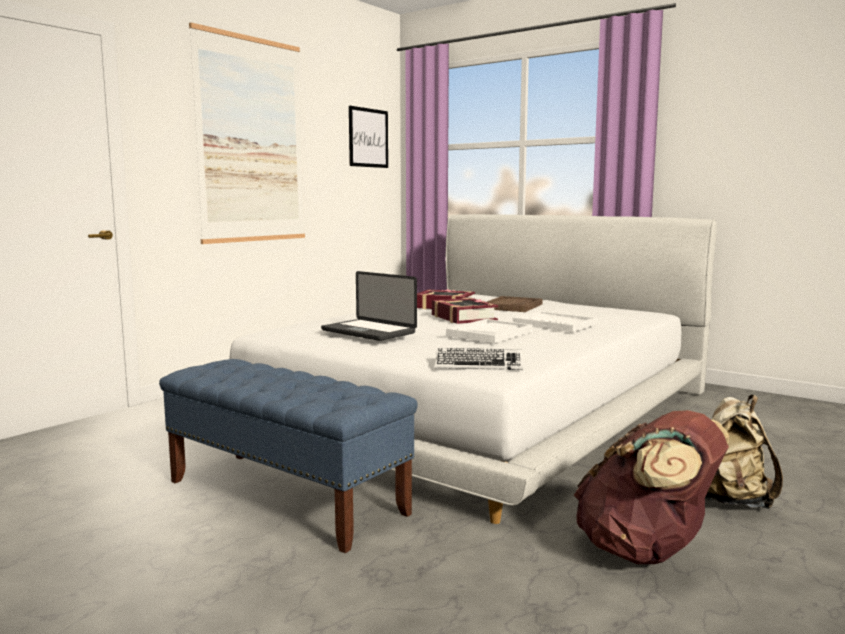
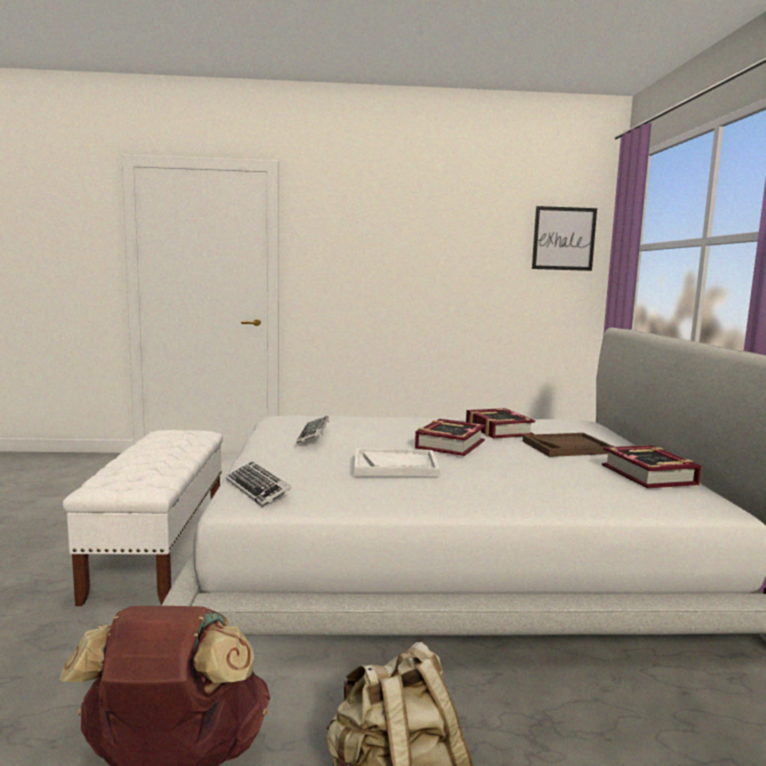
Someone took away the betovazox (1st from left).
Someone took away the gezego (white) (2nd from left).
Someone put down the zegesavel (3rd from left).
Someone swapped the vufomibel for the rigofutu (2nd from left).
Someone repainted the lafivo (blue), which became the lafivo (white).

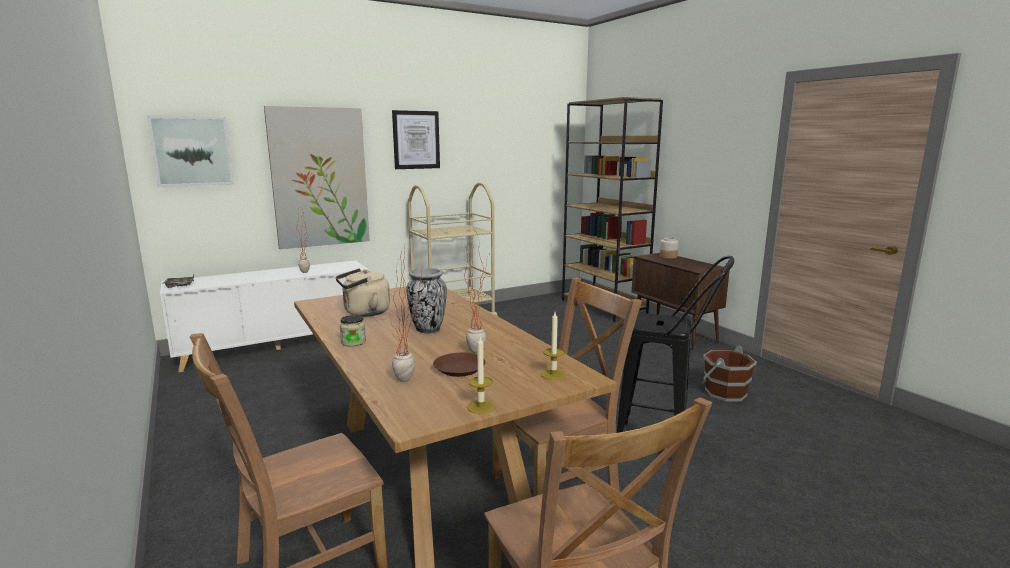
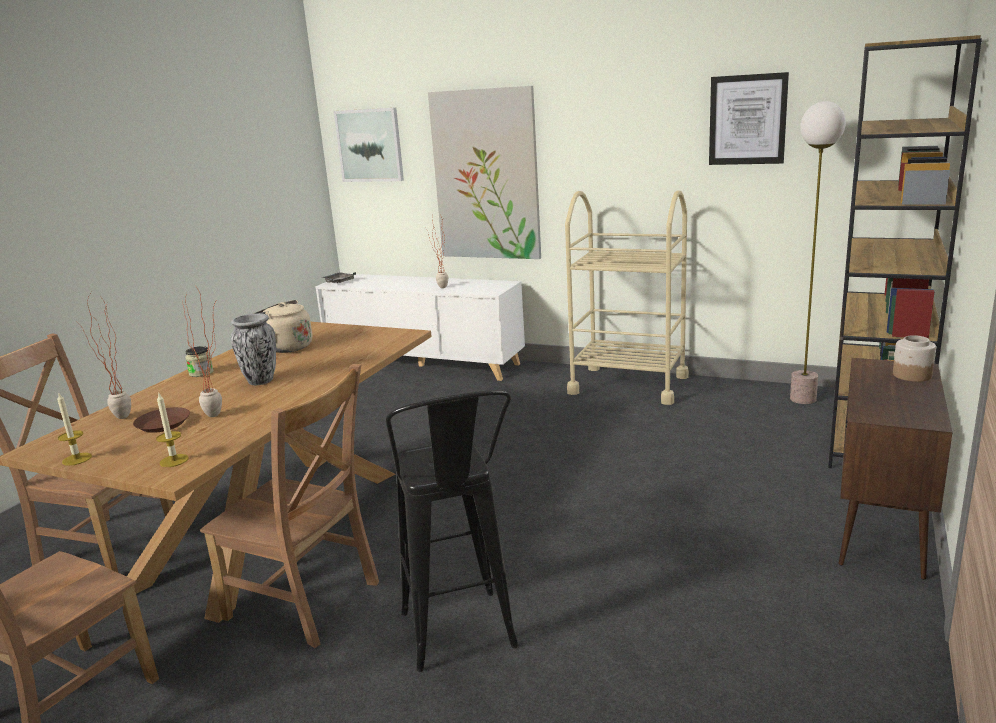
Someone took away the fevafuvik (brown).
Someone put down the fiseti.
Someone carried the betovazox (3rd from left).

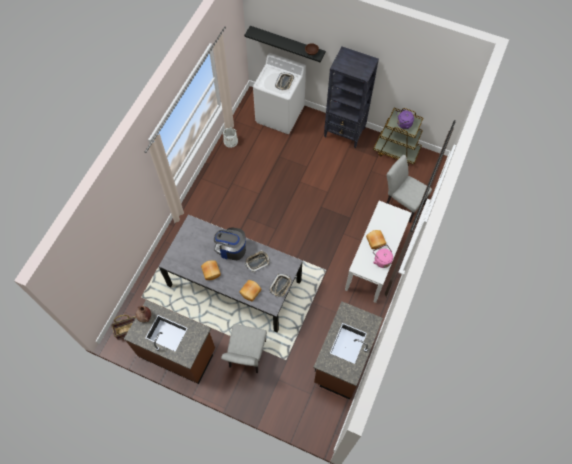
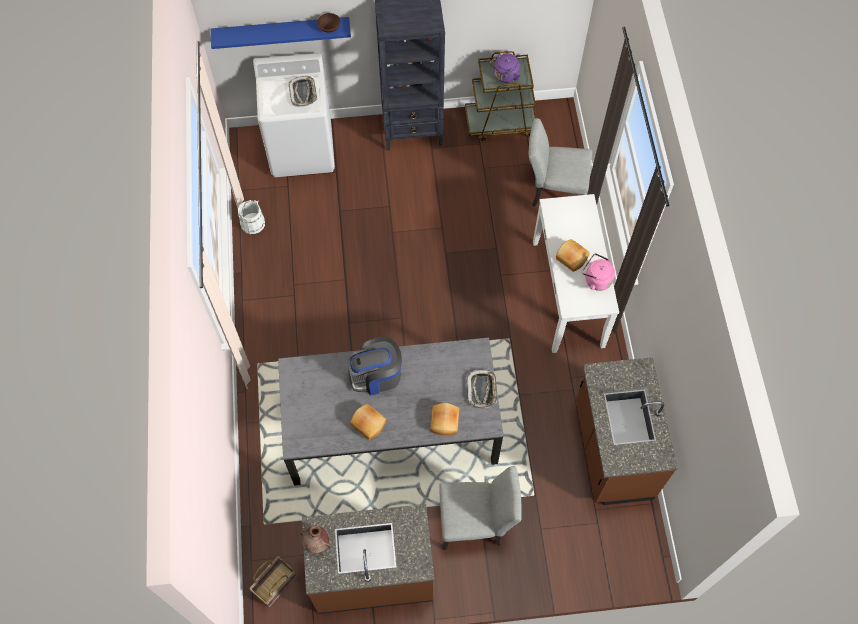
Someone took away the gezego (1st from left).
Someone repainted the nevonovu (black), which became the nevonovu (blue).
Someone rotated the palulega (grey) (1st from left) by 75 degrees counterclockwise.

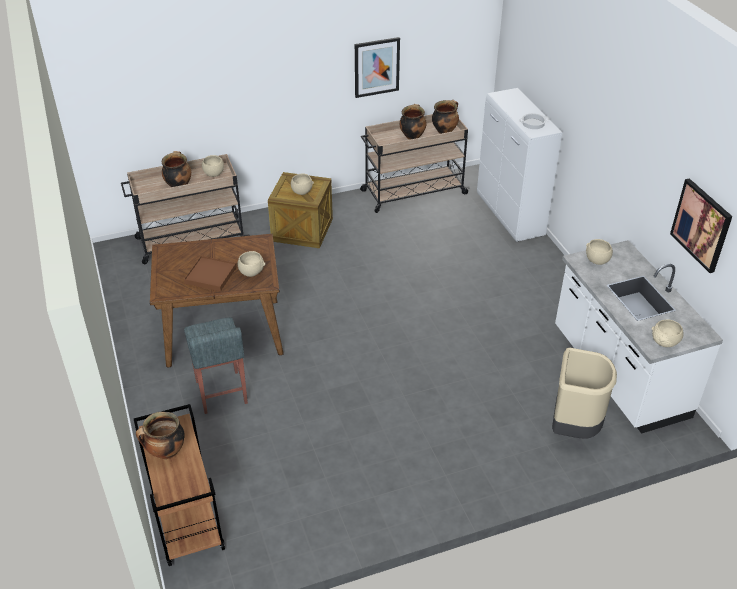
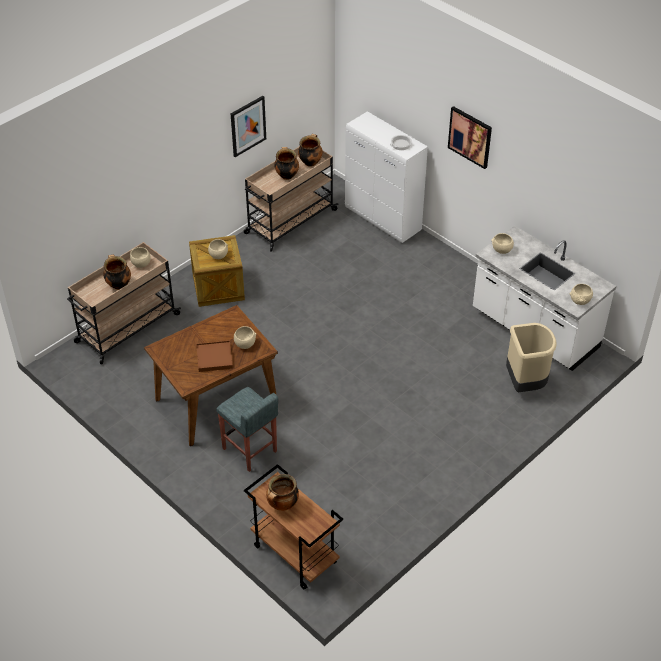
Someone carried the betovazox (2nd from left).

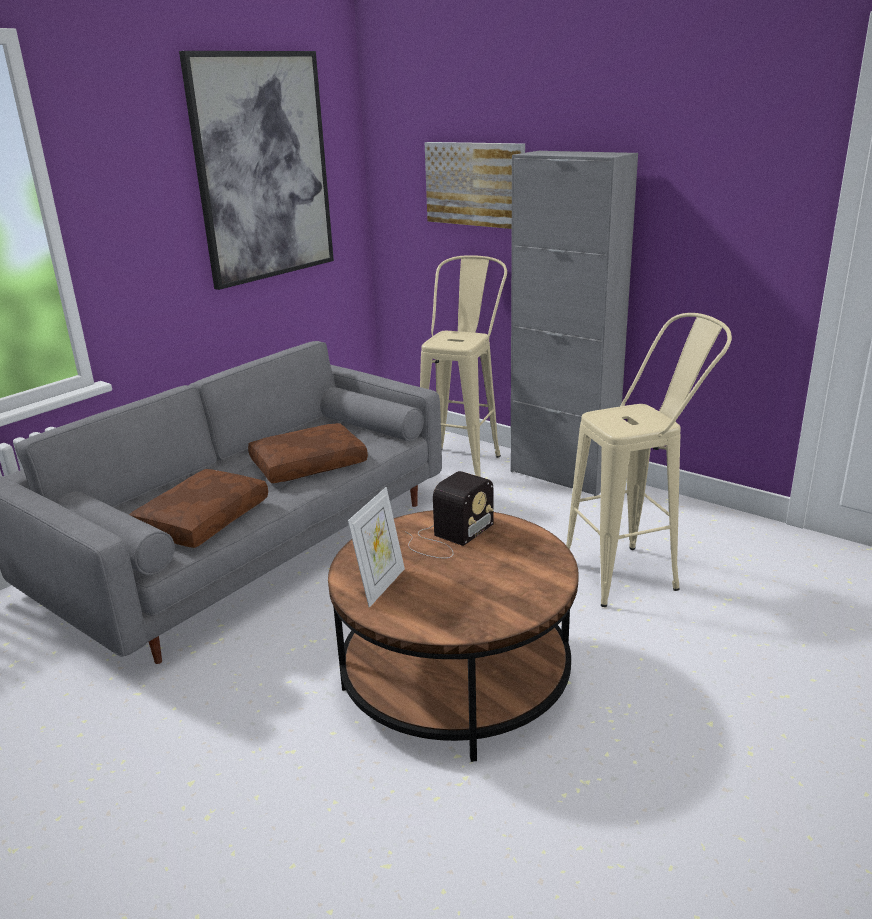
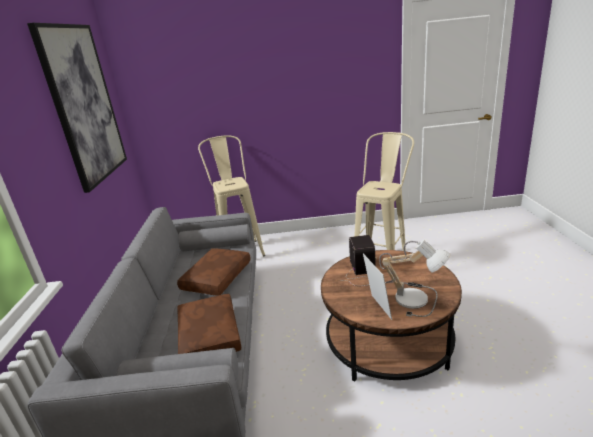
Someone took away the betovazox (2nd from left).
Someone took away the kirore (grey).
Someone put down the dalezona.

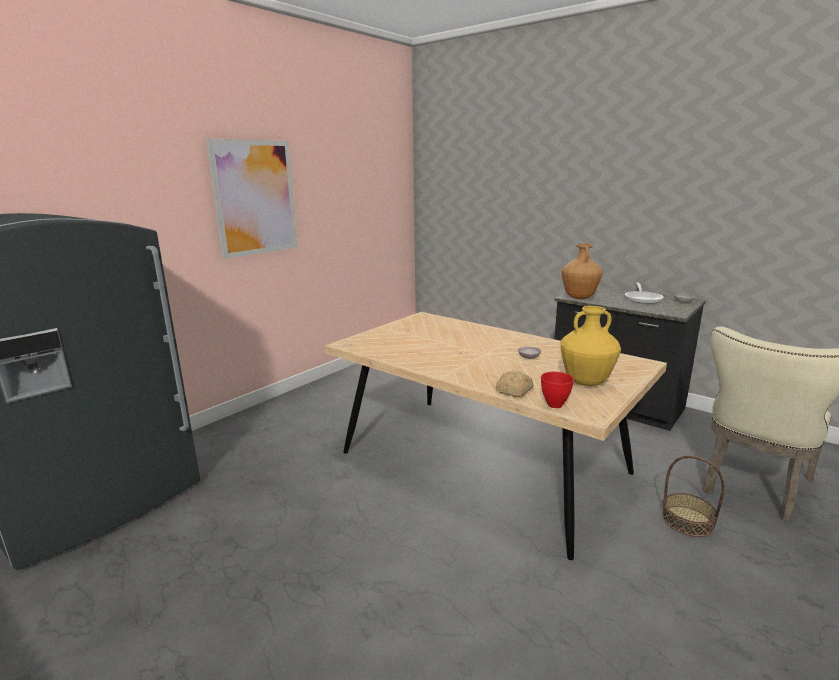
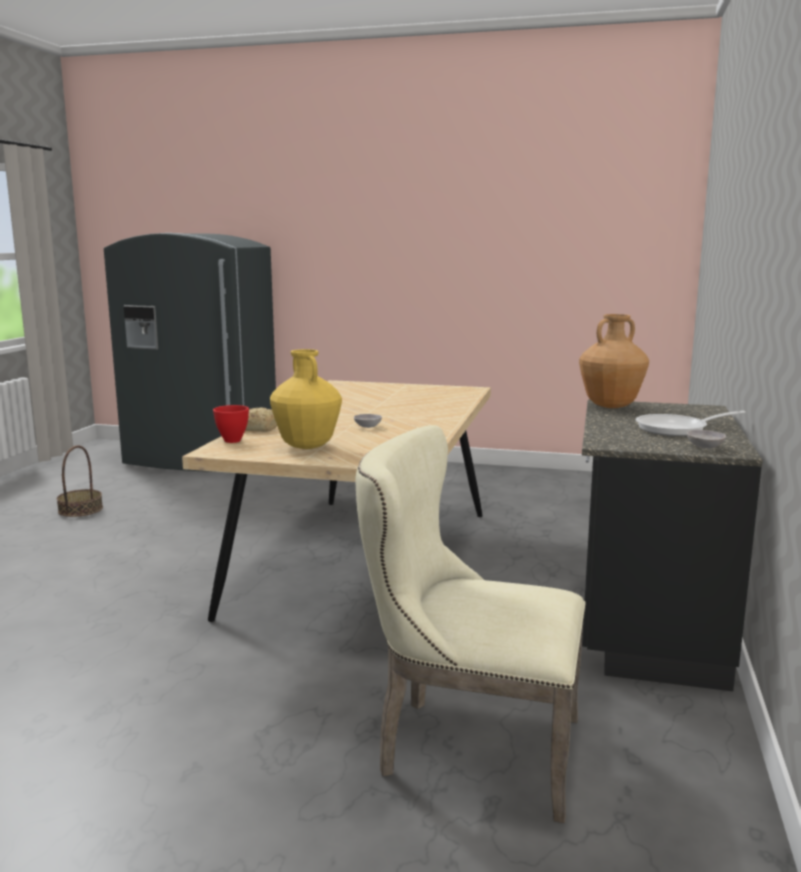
Someone took away the betovazox.
Someone carried the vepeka.

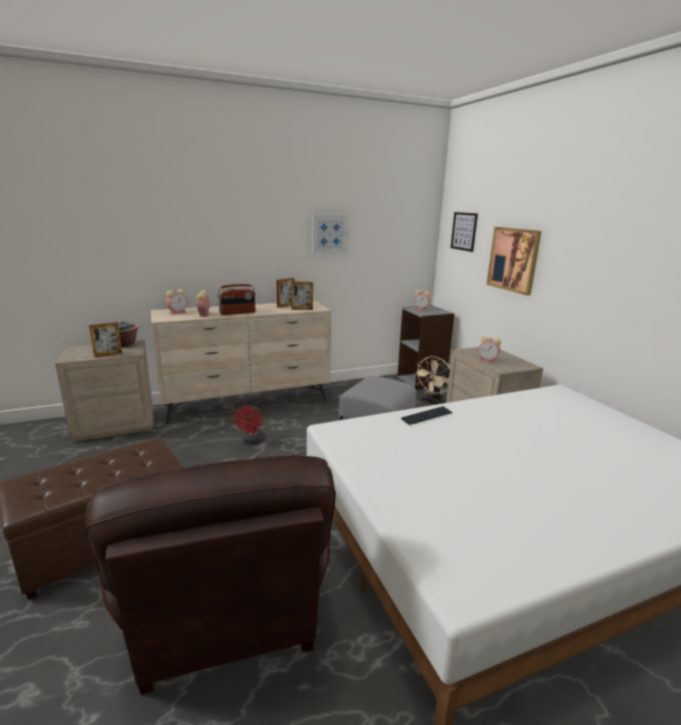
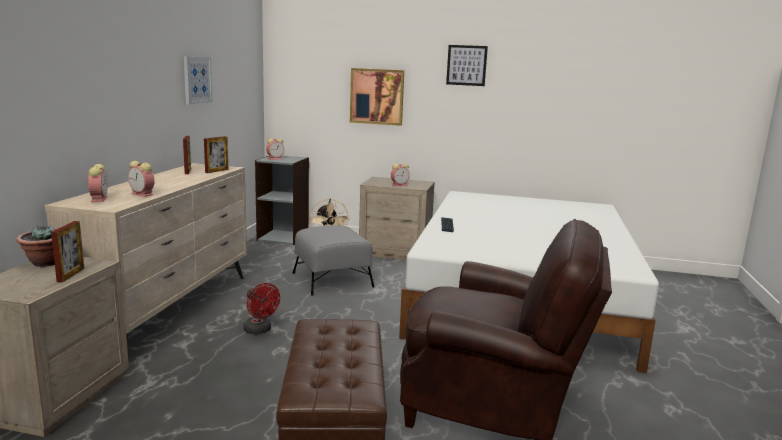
Someone took away the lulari.
Someone carried the betovazox (2nd from left in the first image).

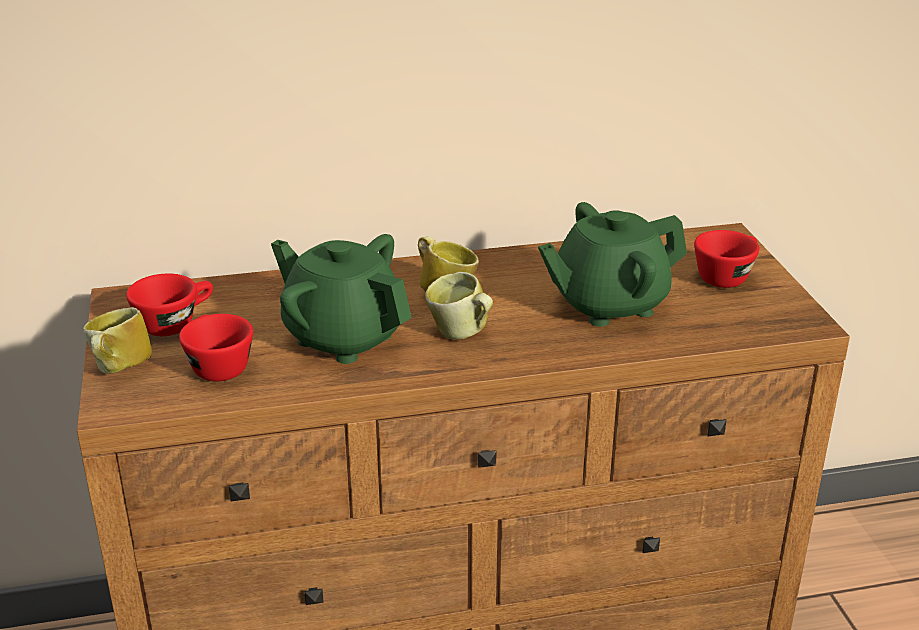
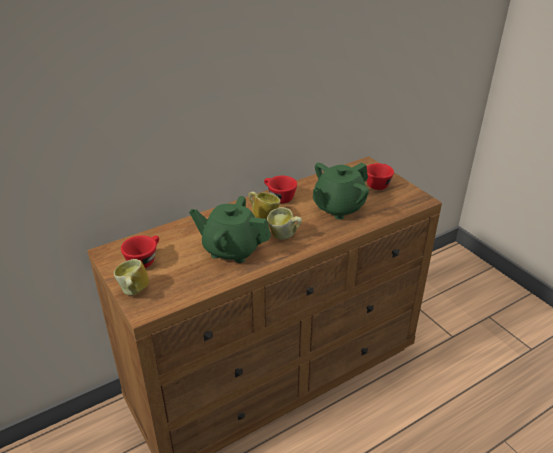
Someone carried the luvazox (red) (2nd from left).

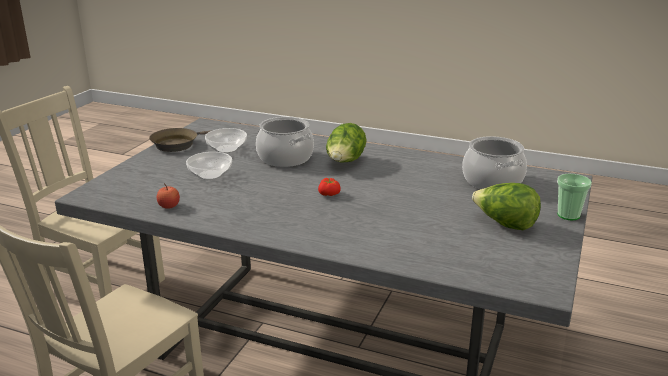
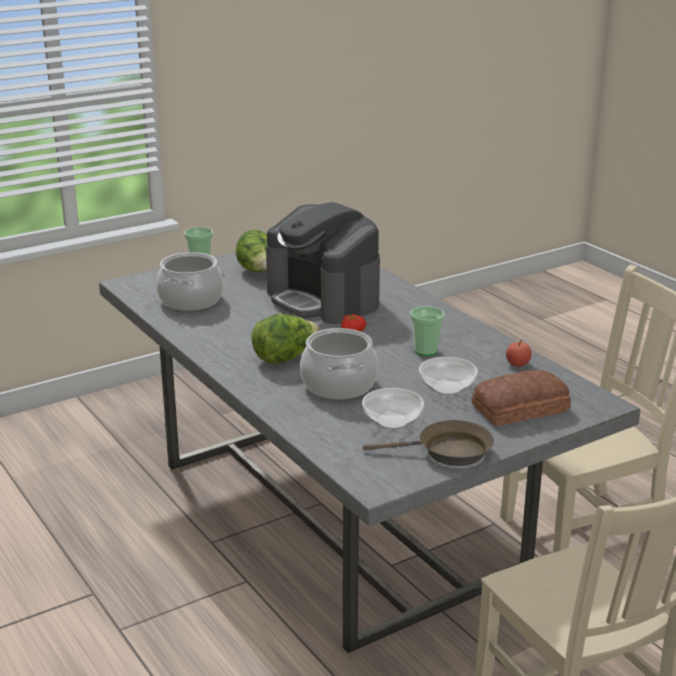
Someone put down the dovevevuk.
Someone put down the luvazox (2nd from left).
Someone put down the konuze.

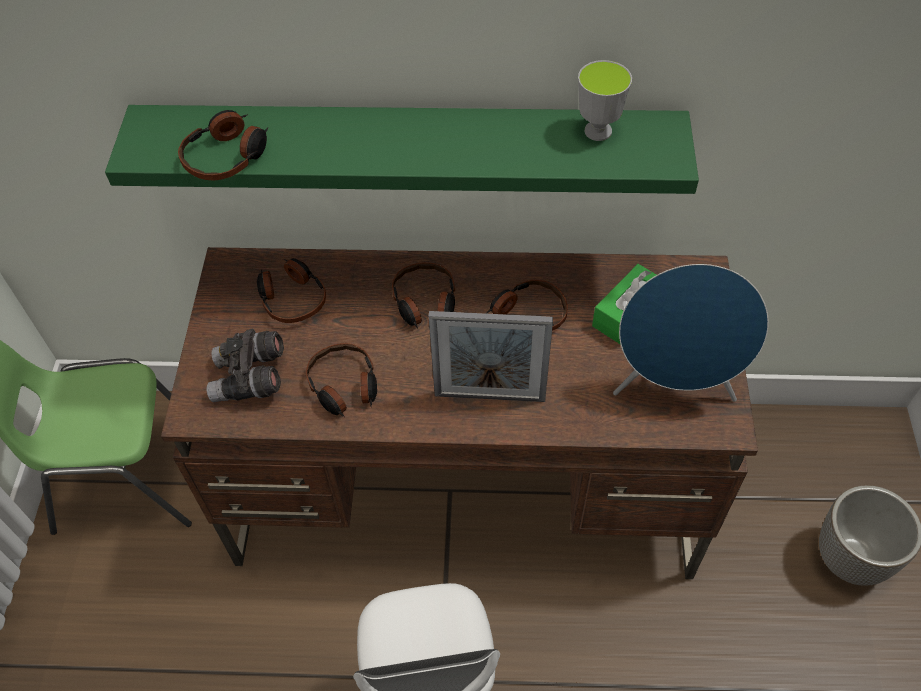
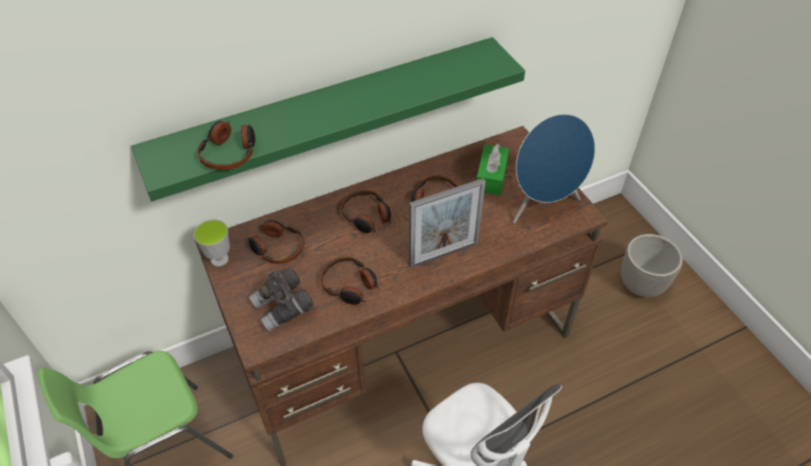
Someone carried the luvazox.

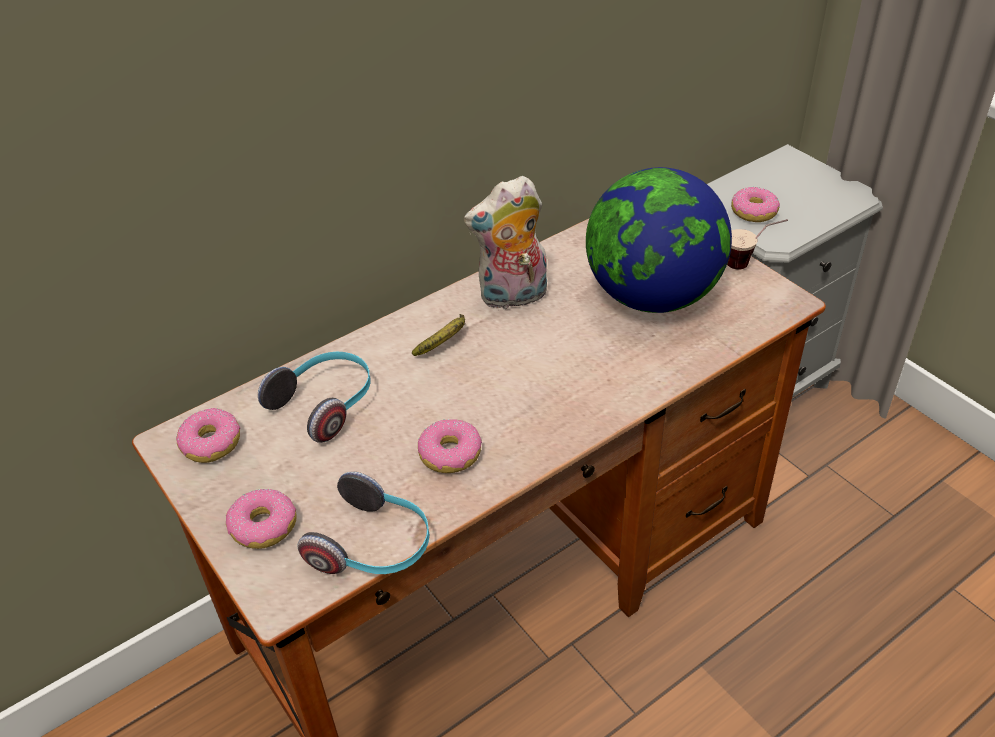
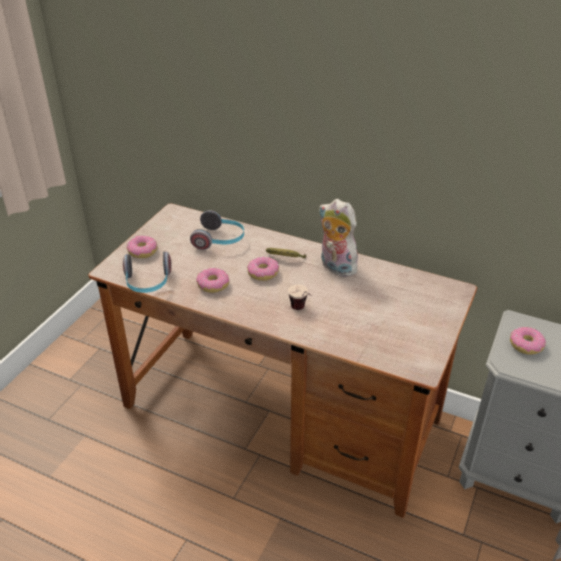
Someone took away the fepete.
Someone carried the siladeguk (1st from left in the first image).
Someone carried the luvazox.

